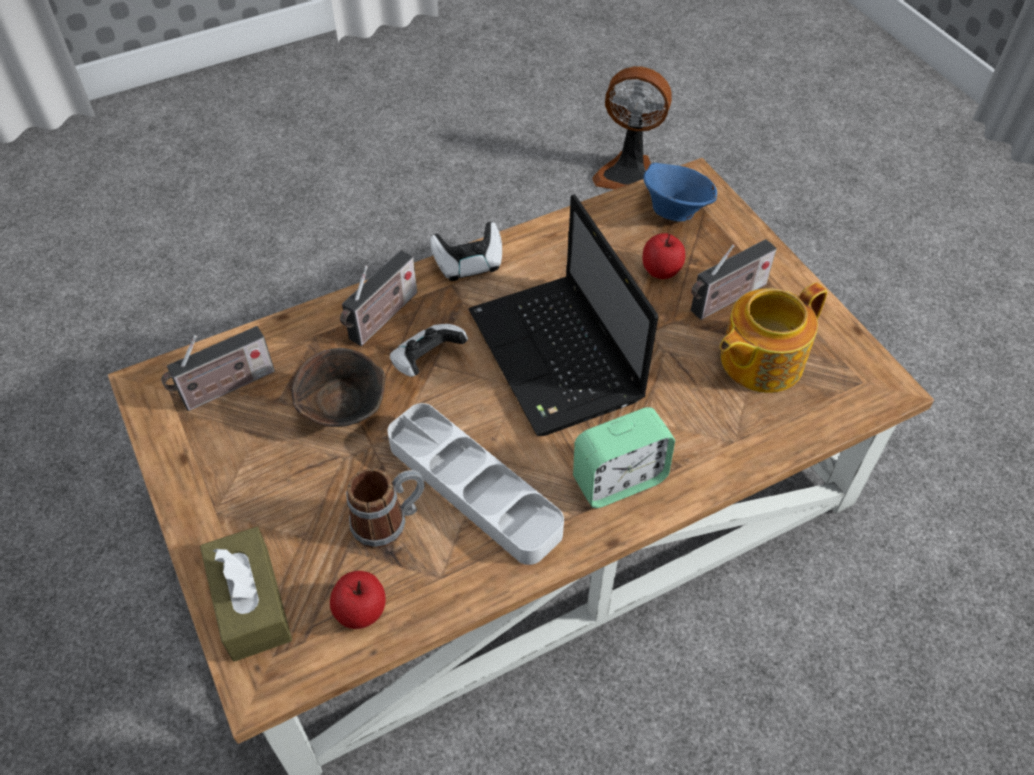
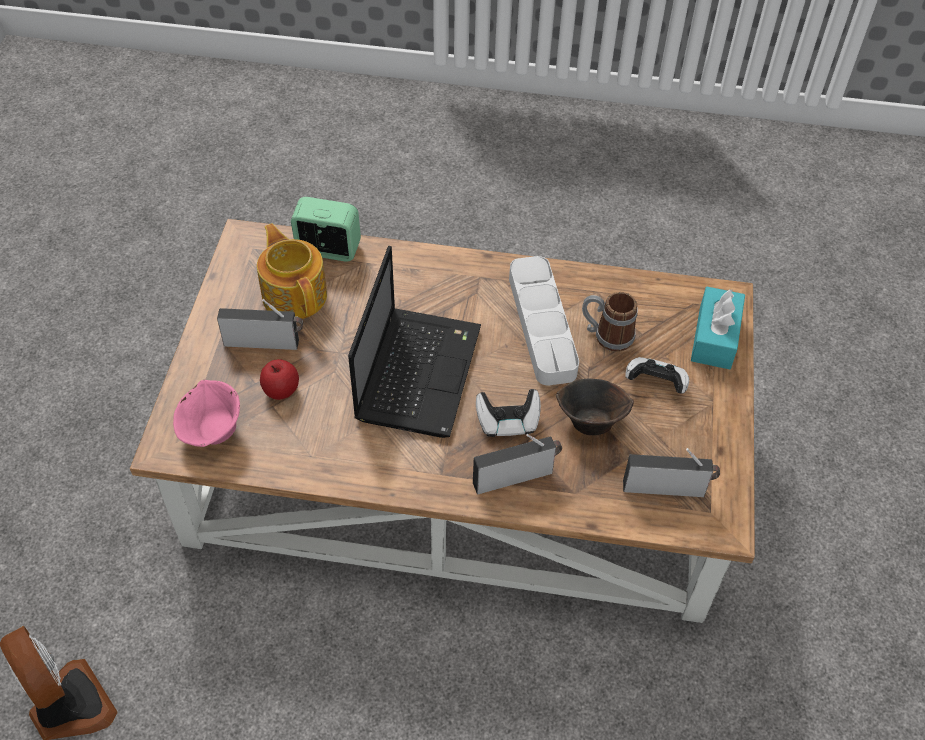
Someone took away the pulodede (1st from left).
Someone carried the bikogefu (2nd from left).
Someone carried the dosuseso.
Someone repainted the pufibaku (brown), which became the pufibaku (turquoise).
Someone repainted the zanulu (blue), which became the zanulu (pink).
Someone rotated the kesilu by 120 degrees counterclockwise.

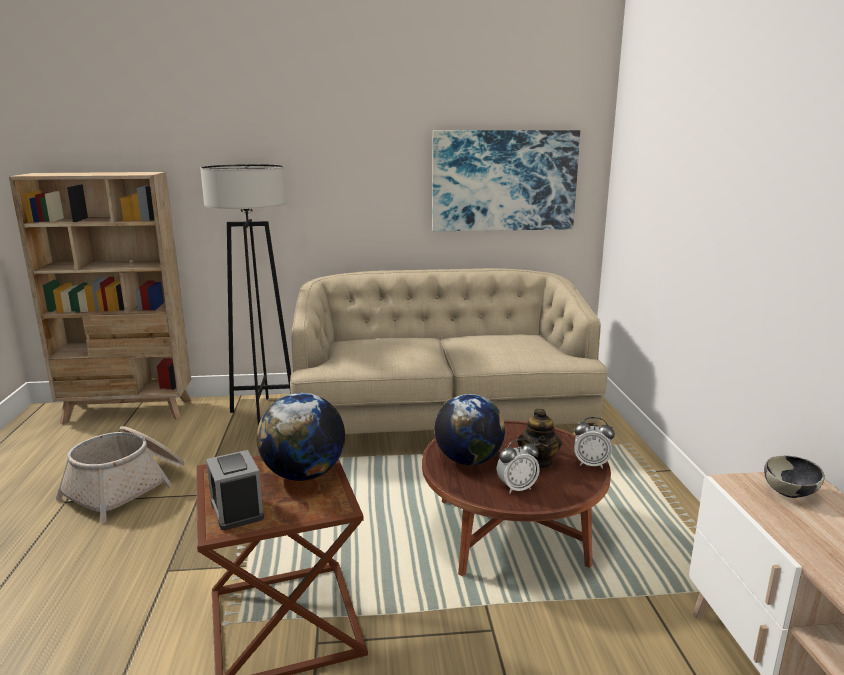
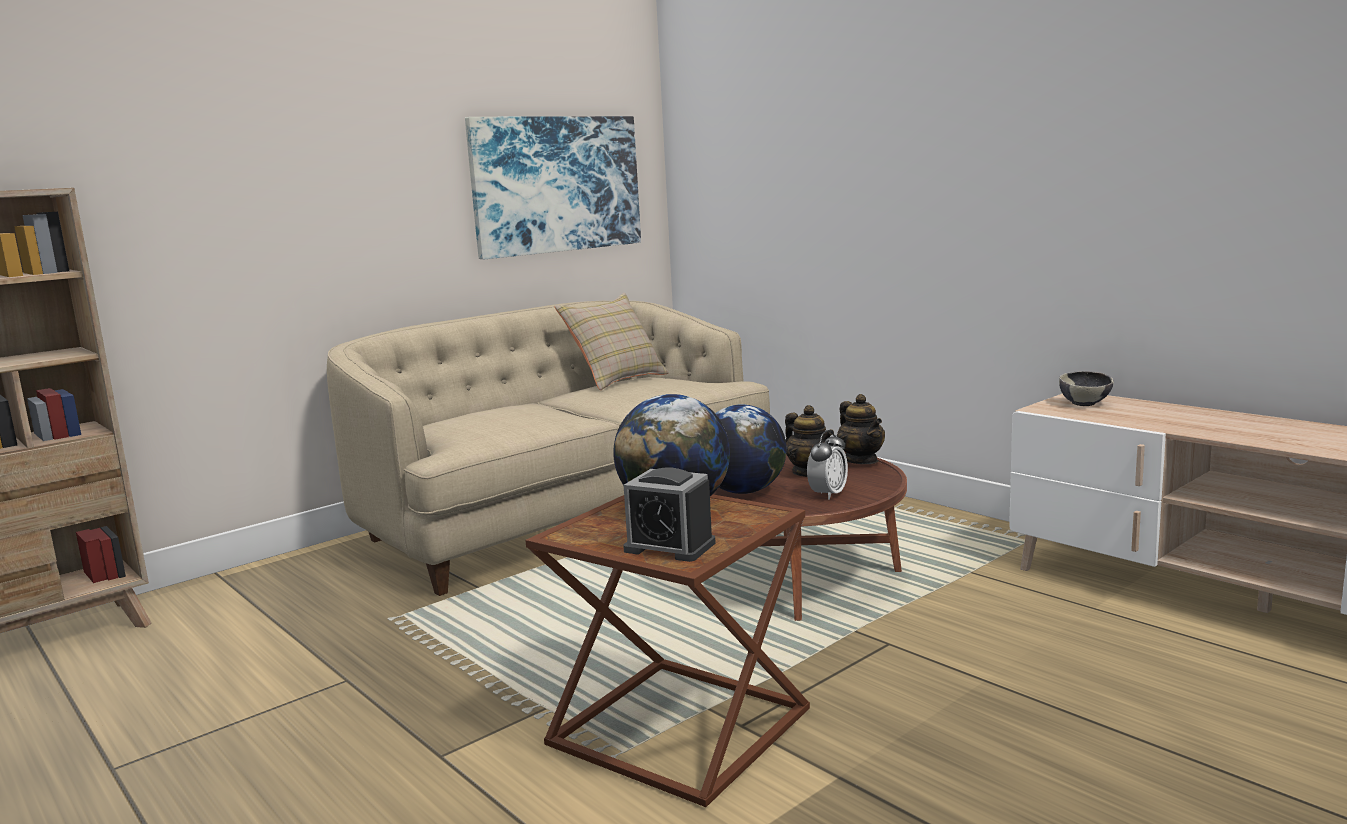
Someone took away the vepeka.
Someone took away the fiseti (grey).
Someone put down the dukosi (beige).
Someone swapped the dosuseso (3rd from left) for the kesilu (2nd from left).

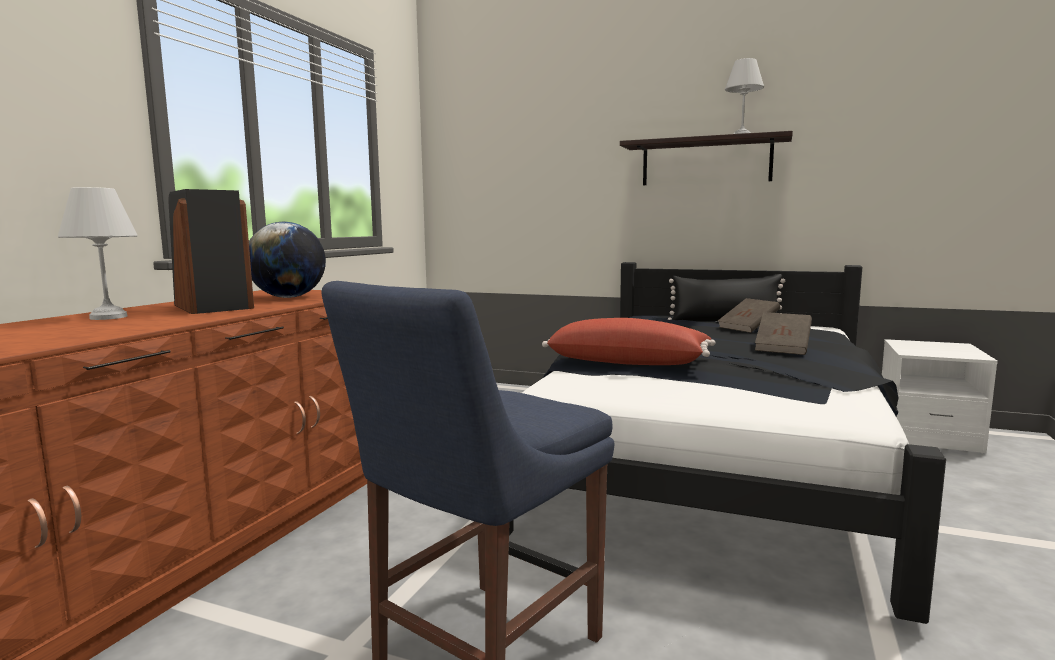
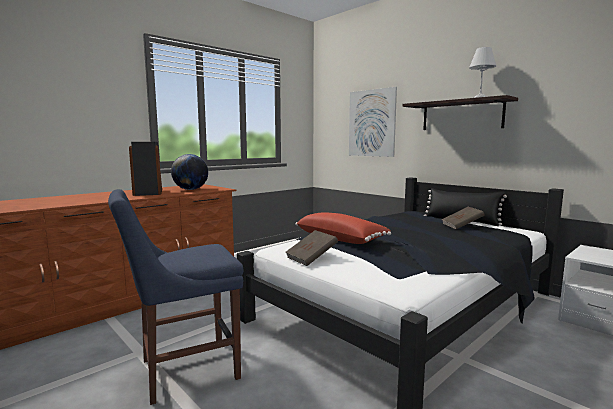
Someone took away the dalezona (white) (1st from left).
Someone put up the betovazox.
Someone carried the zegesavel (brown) (2nd from left in the first image).

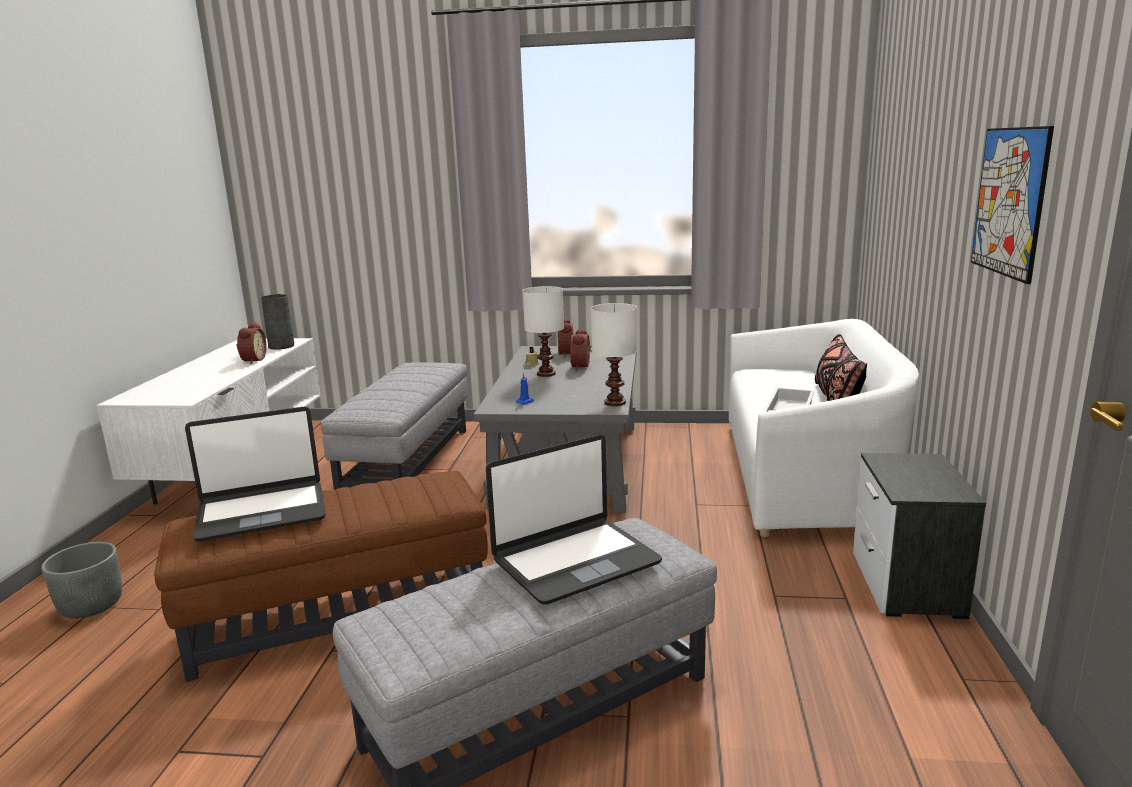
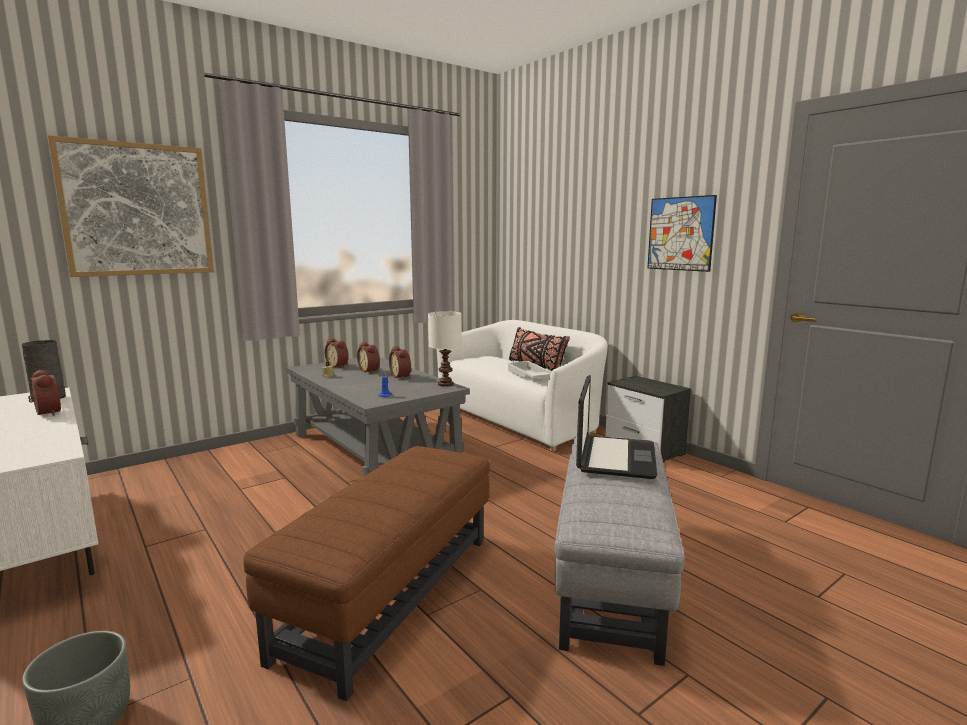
Someone took away the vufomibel (1st from left).
Someone took away the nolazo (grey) (1st from left).
Someone took away the dalezona (white) (1st from left).
Someone put up the betovazox (1st from left).
Someone put down the dosuseso (4th from left).

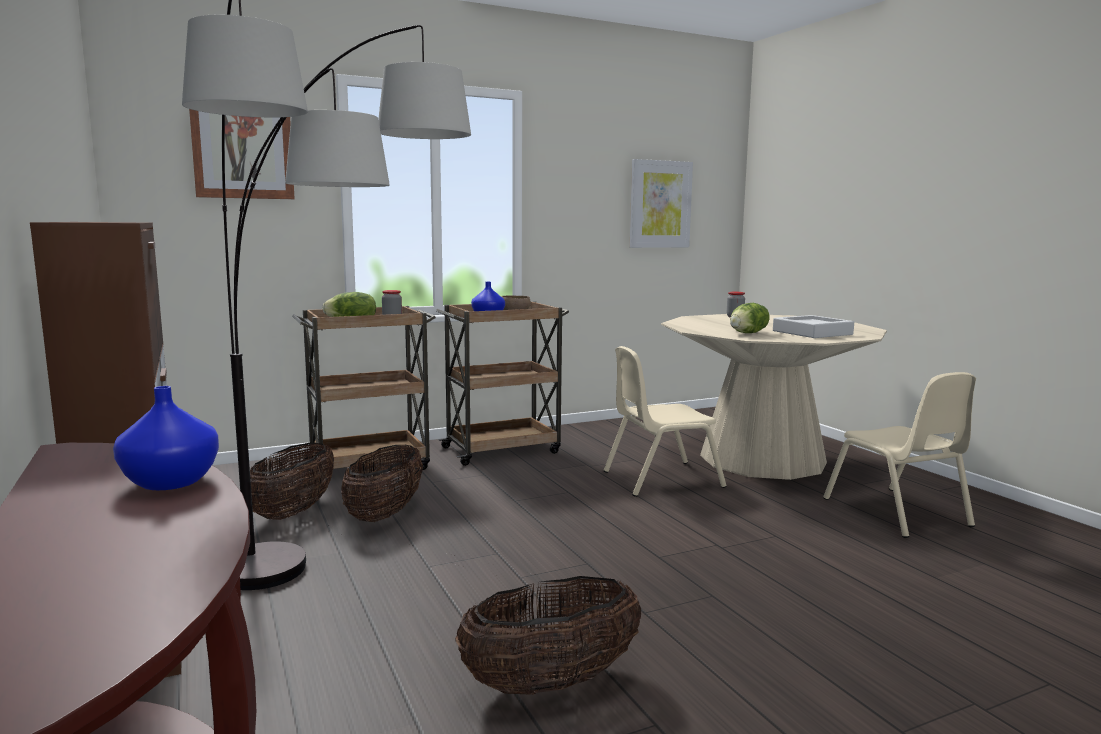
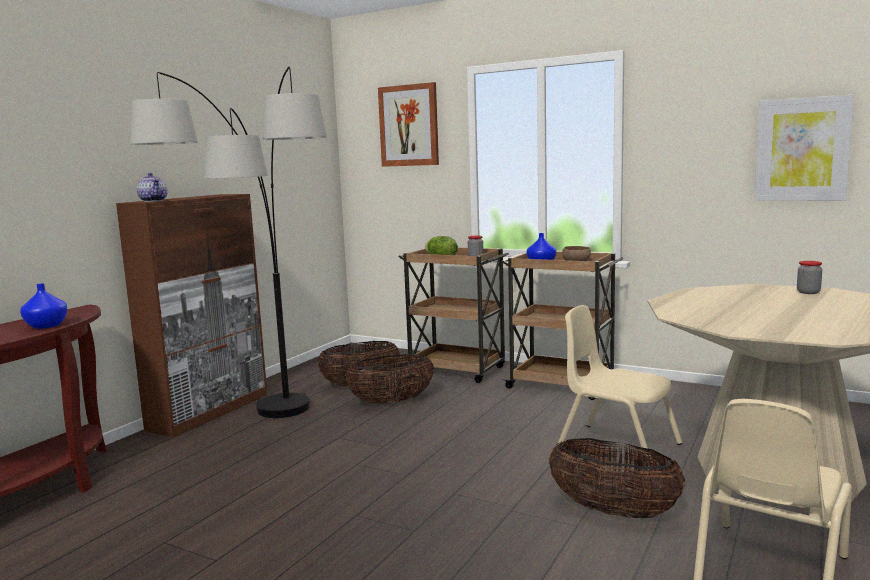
Someone took away the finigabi (2nd from left).
Someone took away the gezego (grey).
Someone put down the kesilu.
Someone carried the vepeka (3rd from left).

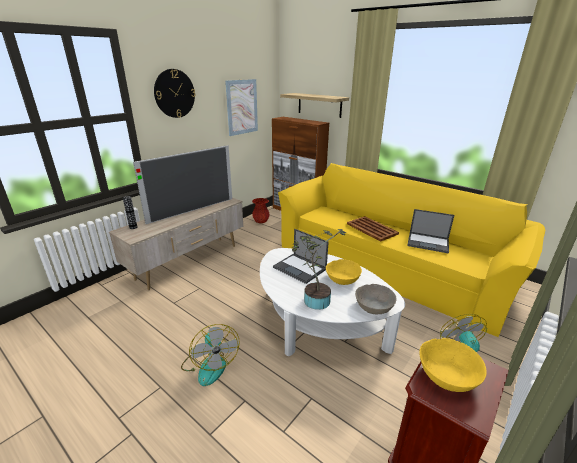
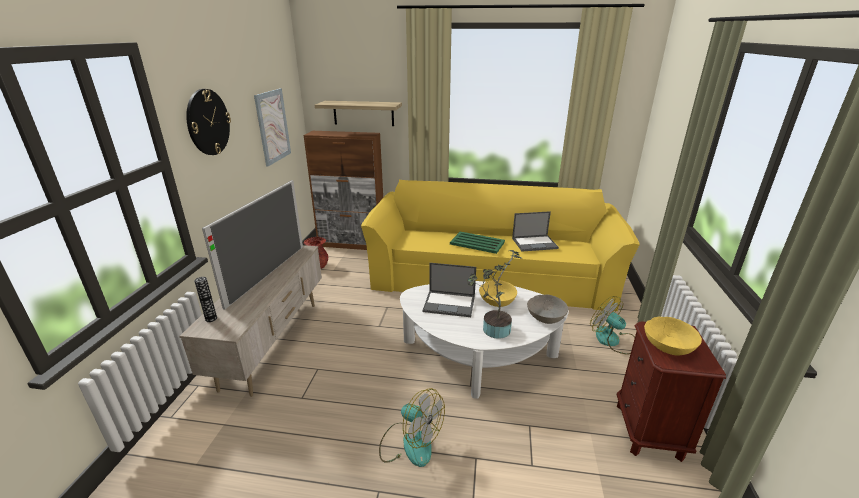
Someone repainted the gezego (brown), which became the gezego (green).

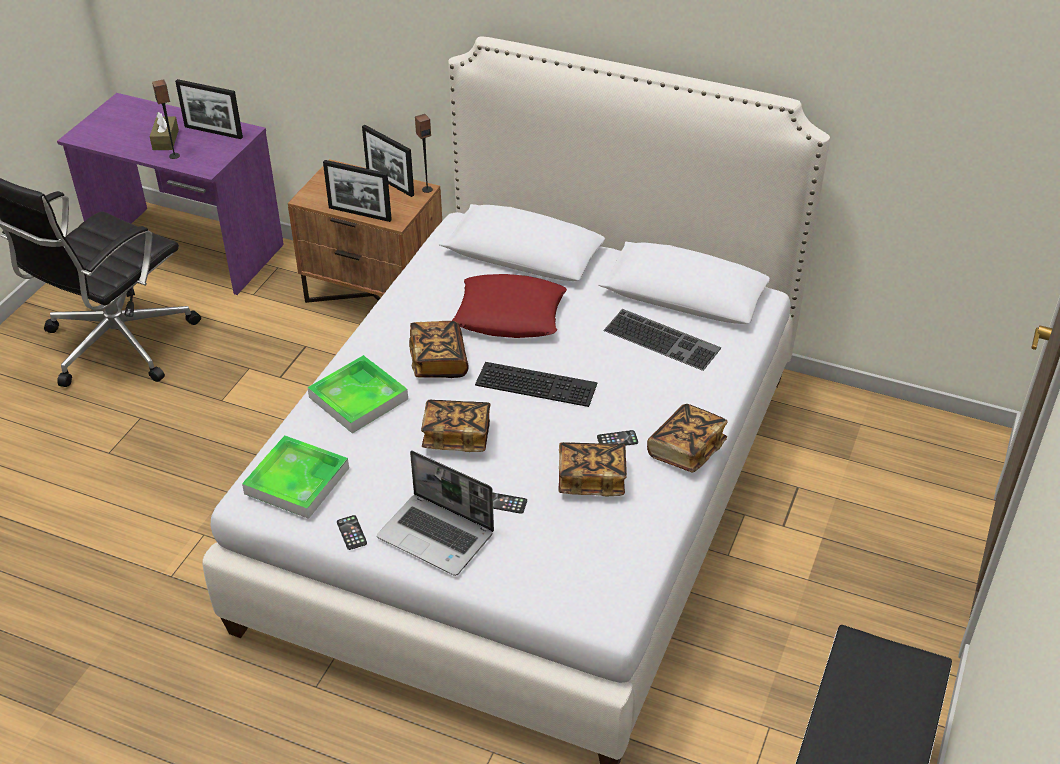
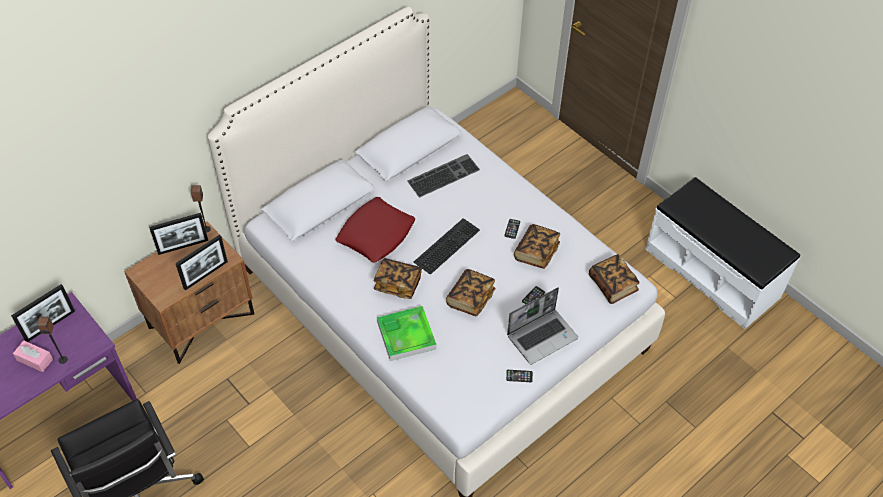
Someone took away the gezego (1st from left).
Someone carried the zegesavel (4th from left).
Someone repainted the pufibaku (brown), which became the pufibaku (pink).

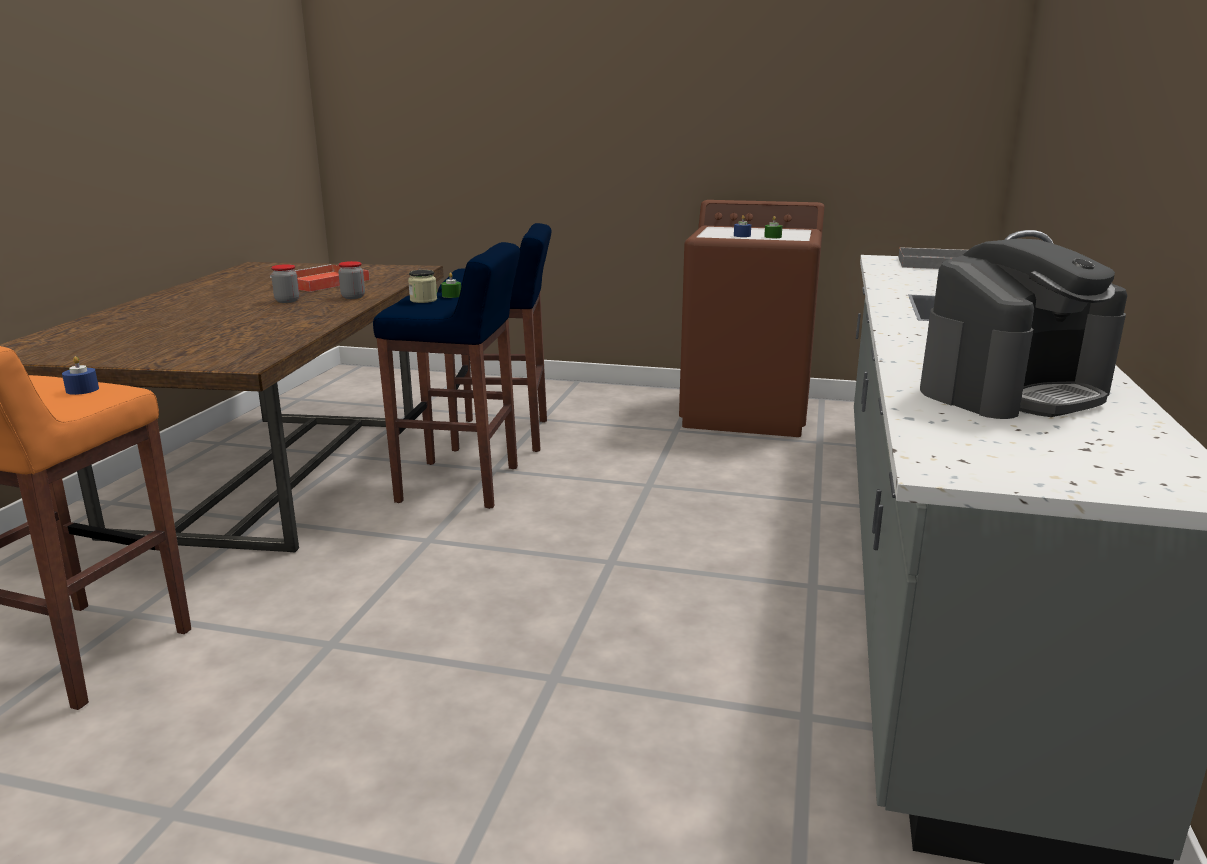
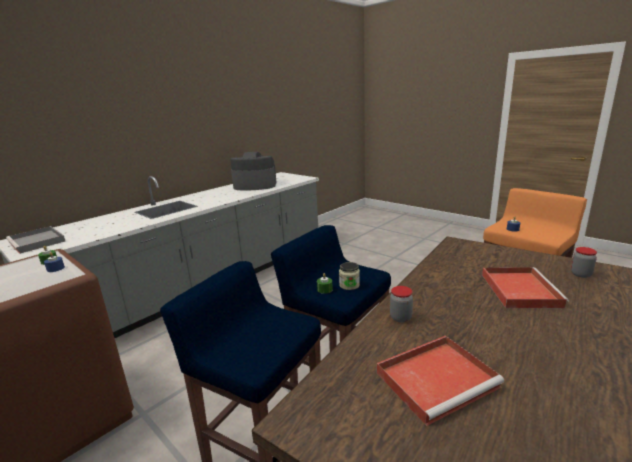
Someone put down the gezego (red) (2nd from left).
Someone carried the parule (1st from left in the first image).

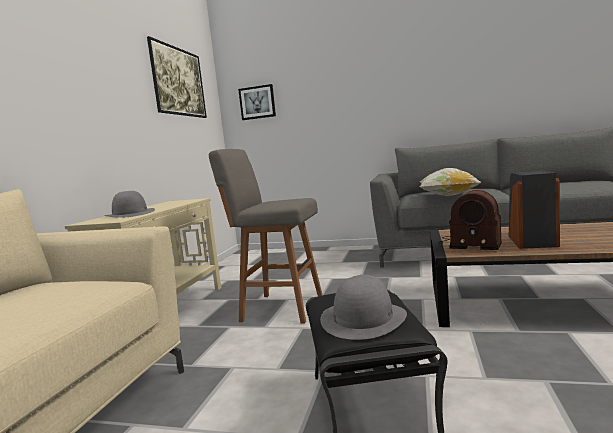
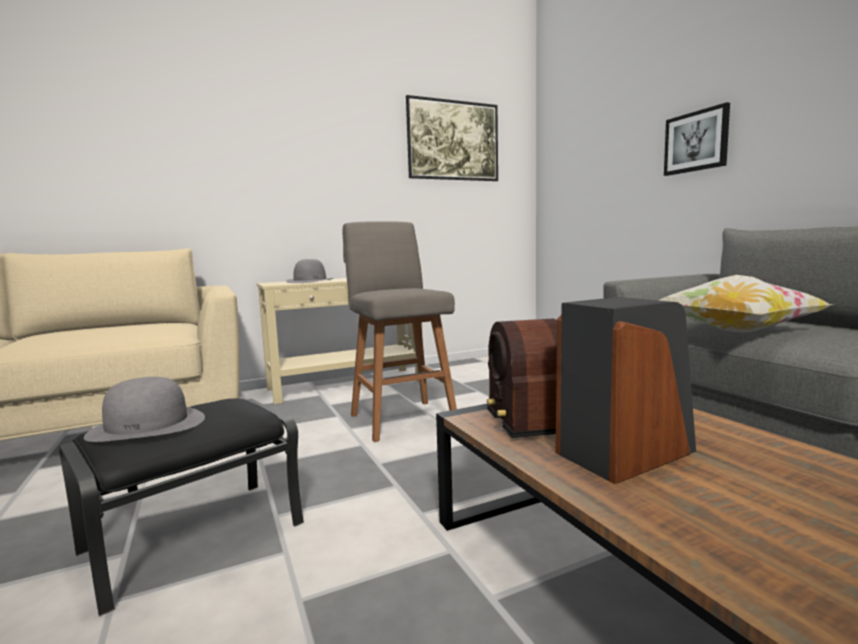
Someone carried the betovazox (2nd from left).

